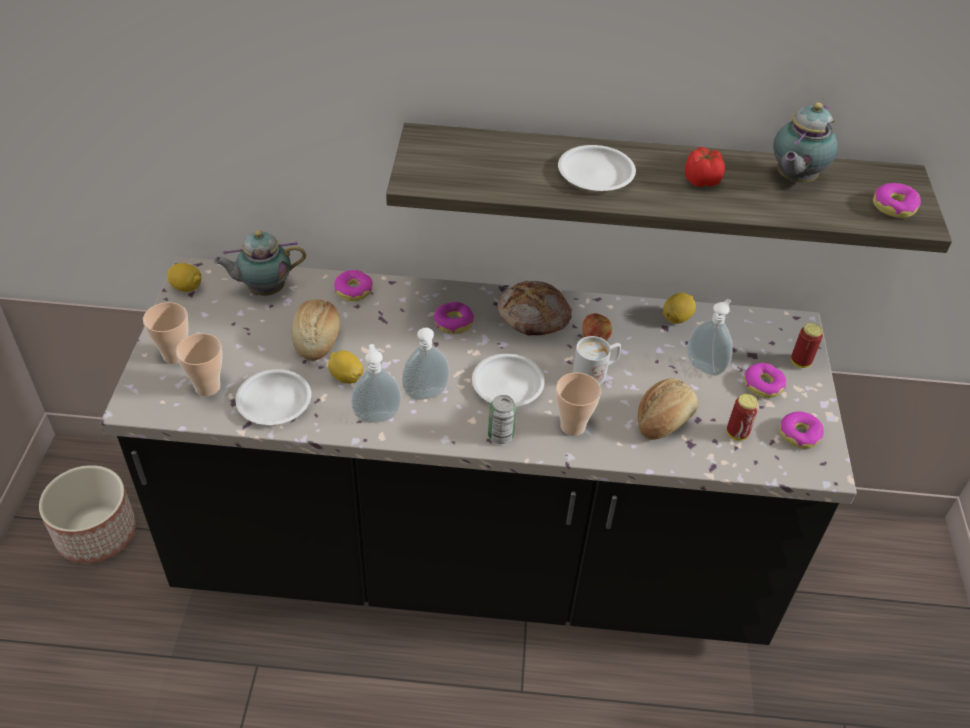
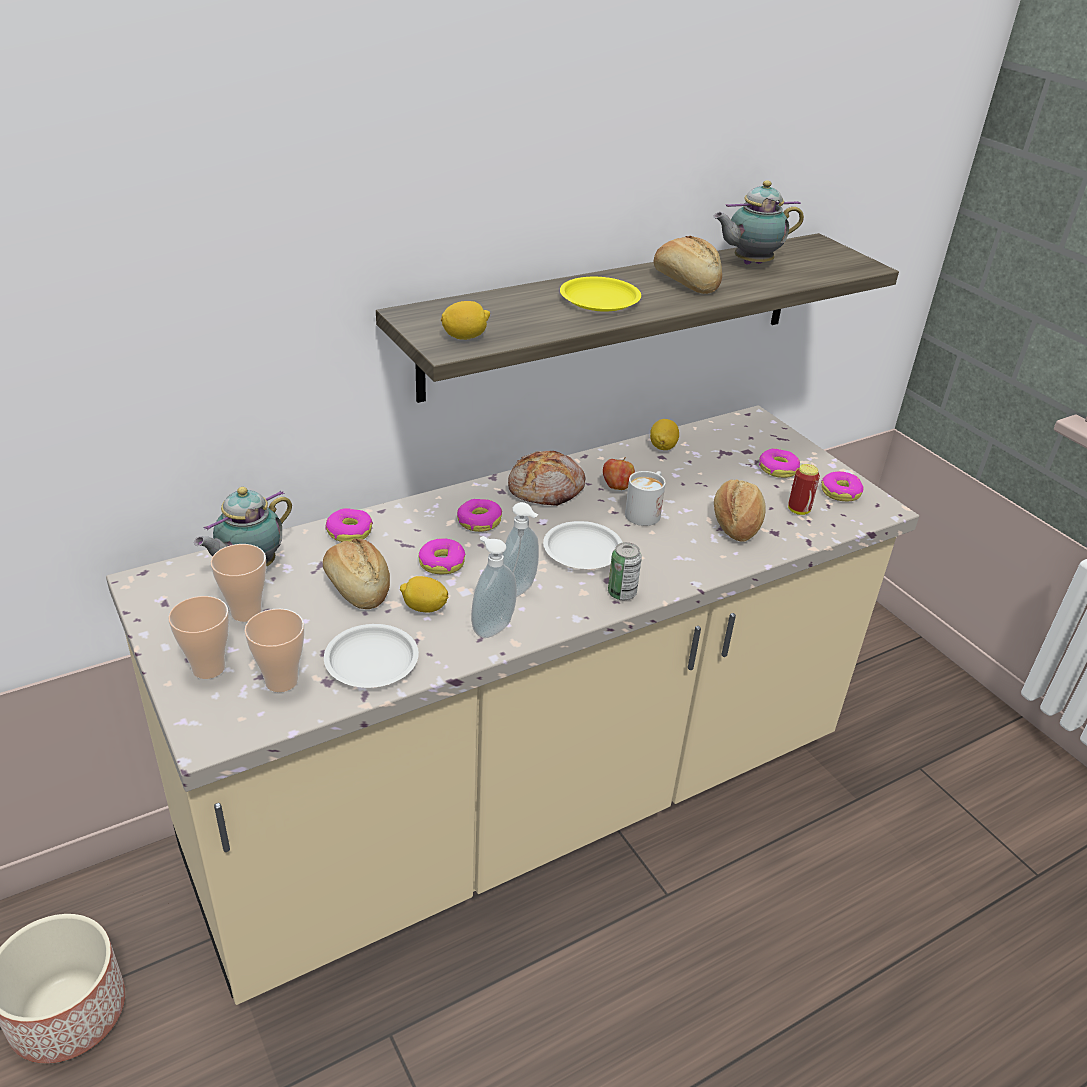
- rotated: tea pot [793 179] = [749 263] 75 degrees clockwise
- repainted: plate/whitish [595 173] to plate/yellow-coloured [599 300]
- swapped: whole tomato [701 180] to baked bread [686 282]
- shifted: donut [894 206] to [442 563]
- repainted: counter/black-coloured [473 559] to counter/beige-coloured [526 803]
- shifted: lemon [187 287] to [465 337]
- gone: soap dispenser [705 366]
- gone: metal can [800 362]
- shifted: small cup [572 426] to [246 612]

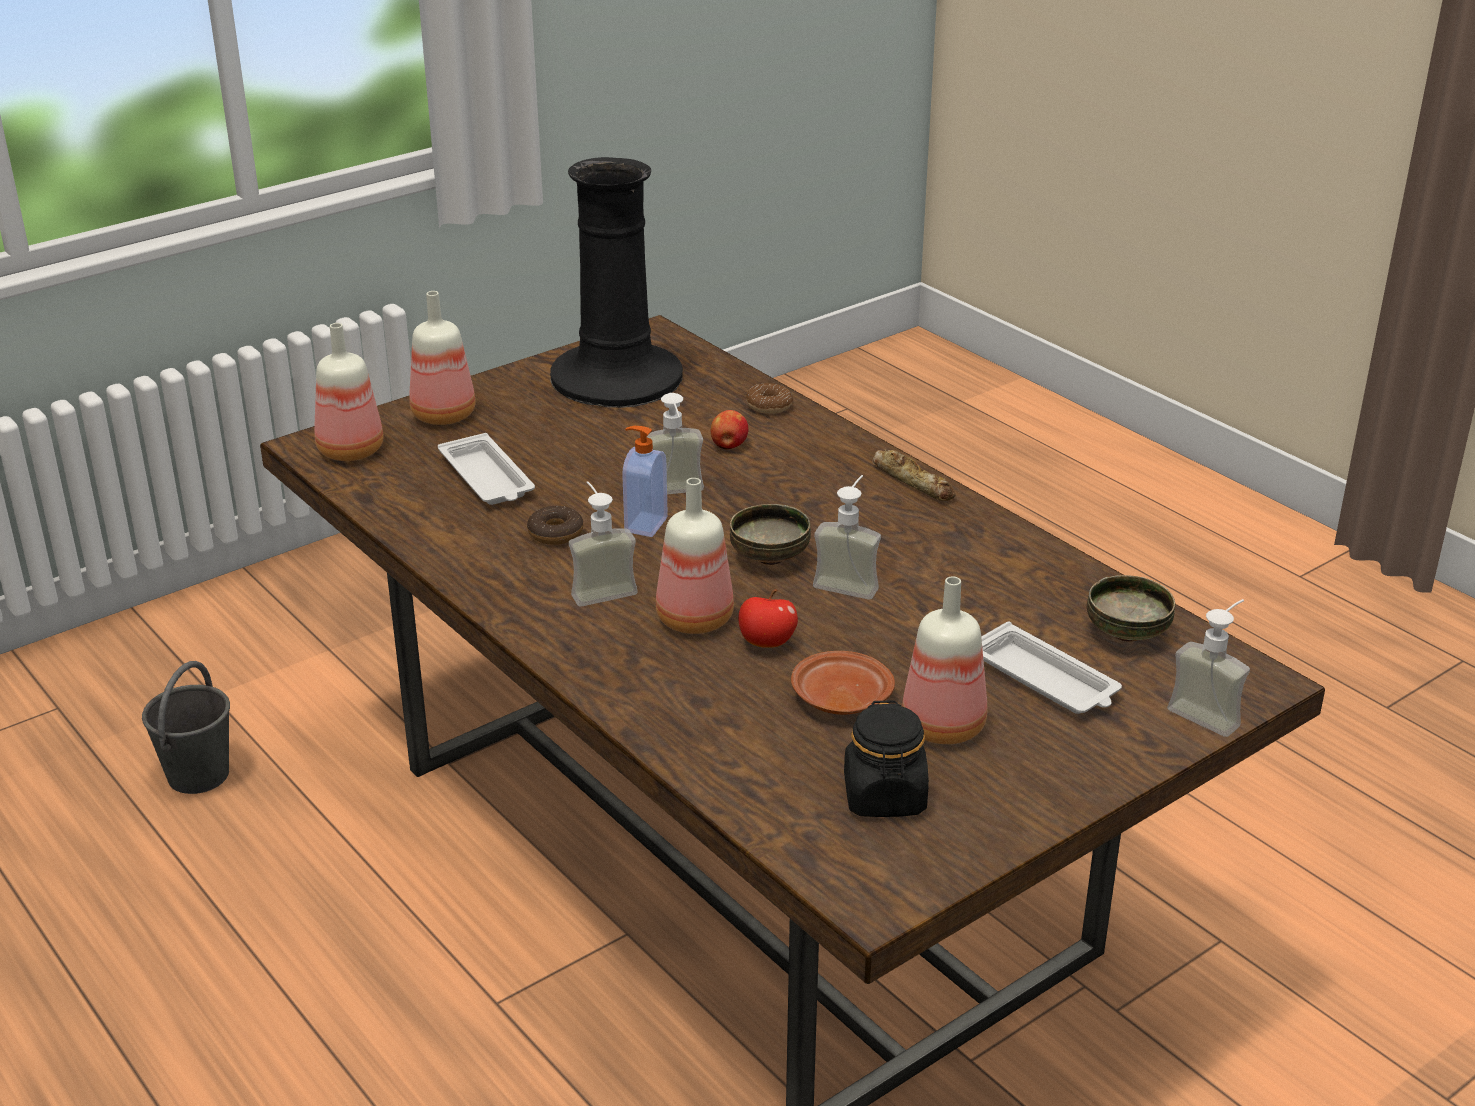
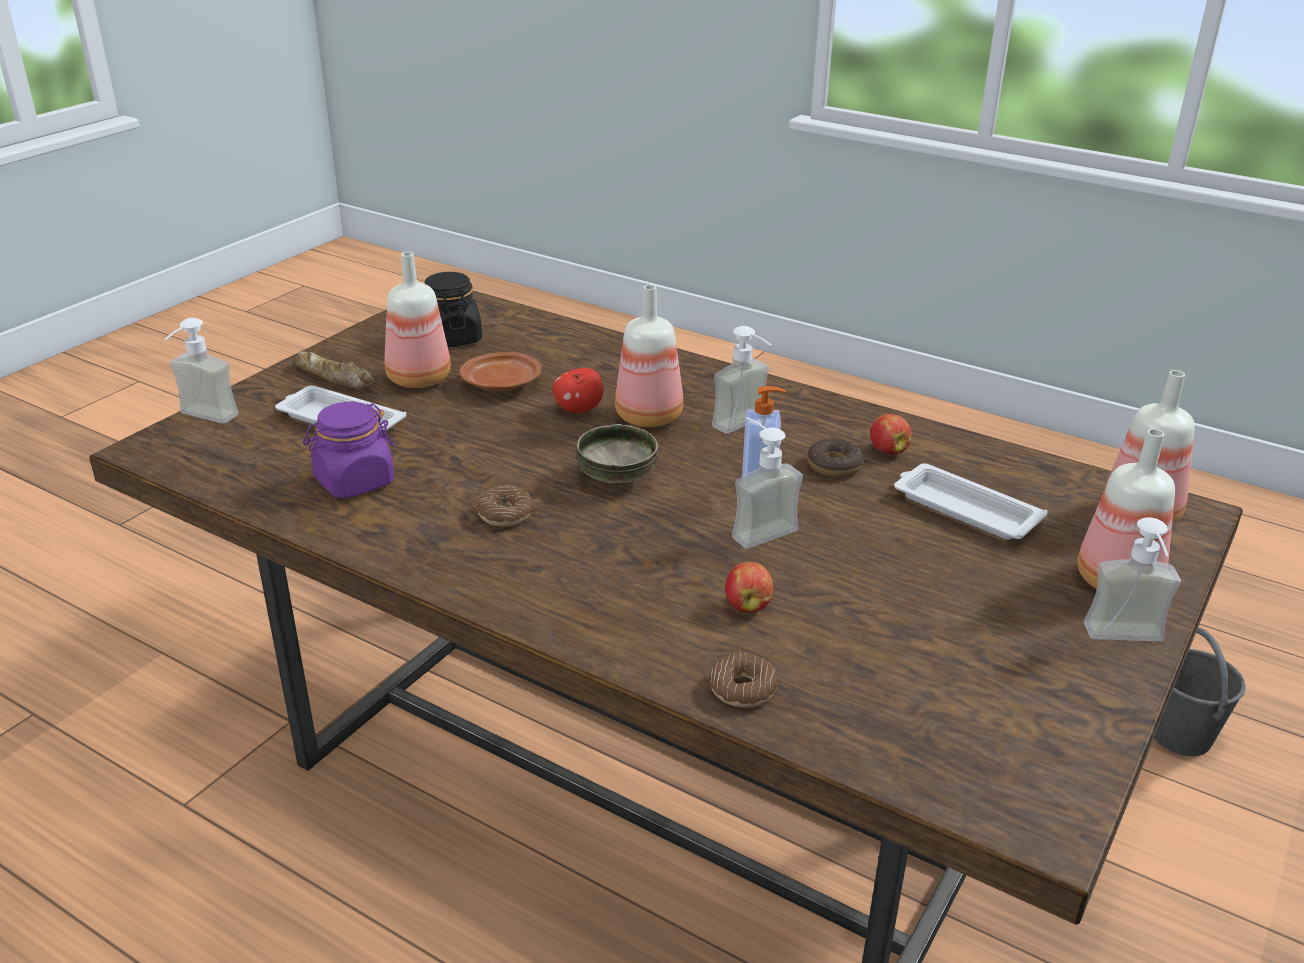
- gone: vase/black-coloured [616 378]
- shifted: baked bread [913 481] to [332 377]
- shifted: soap dispenser [850 581] to [1127 642]
- gone: serving bowl [1125 633]
- new: storage jar/purplish [354 482]
- new: whole apple [887 450]
- new: donut [505 514]

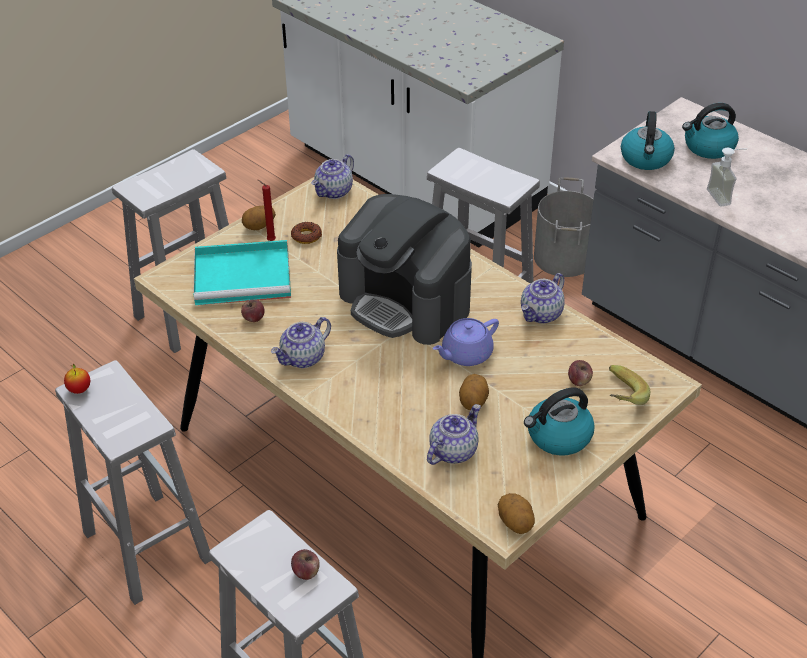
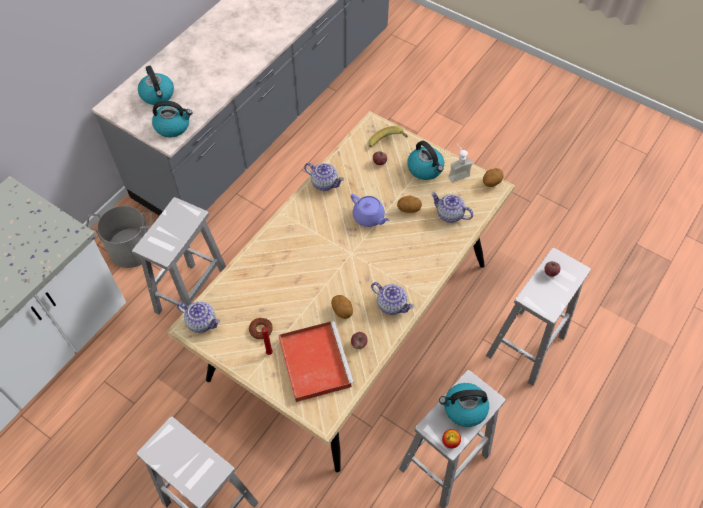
- shifted: soap dispenser [724 196] to [456 173]
- gone: coffee brewer [406 301]
- shifted: potato [259 227] to [342 311]
- repainted: tray/blue-green [245 276] to tray/red-coloured [313 361]
- new: water kettle [464 408]

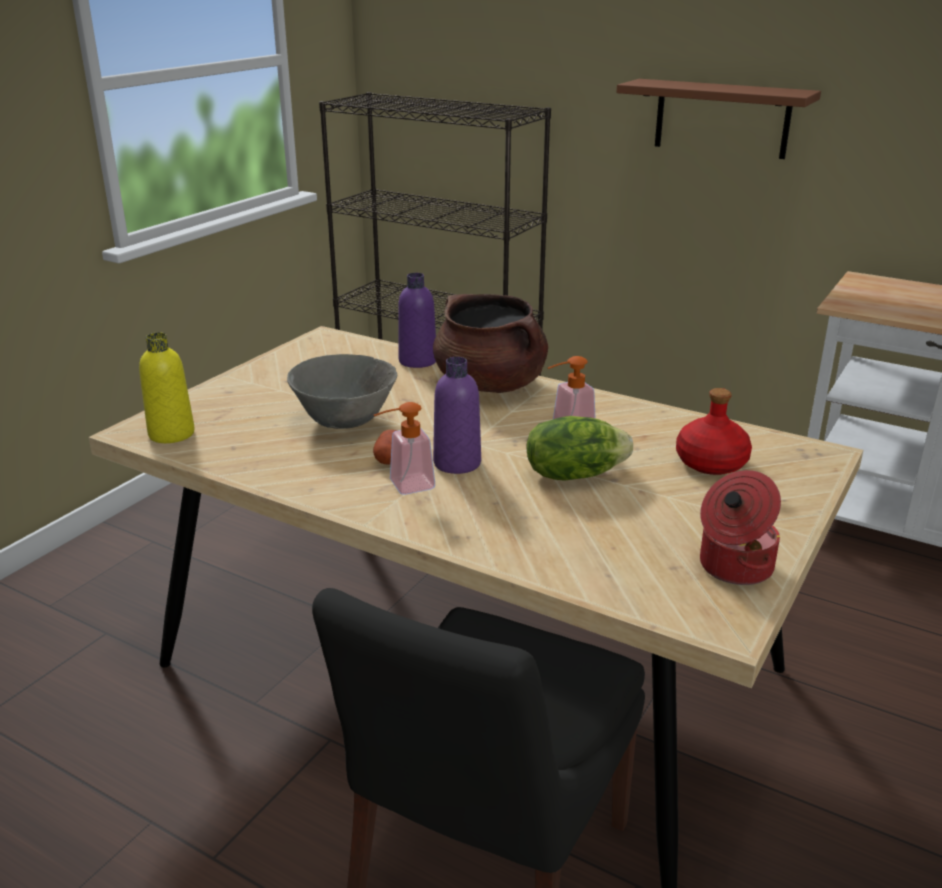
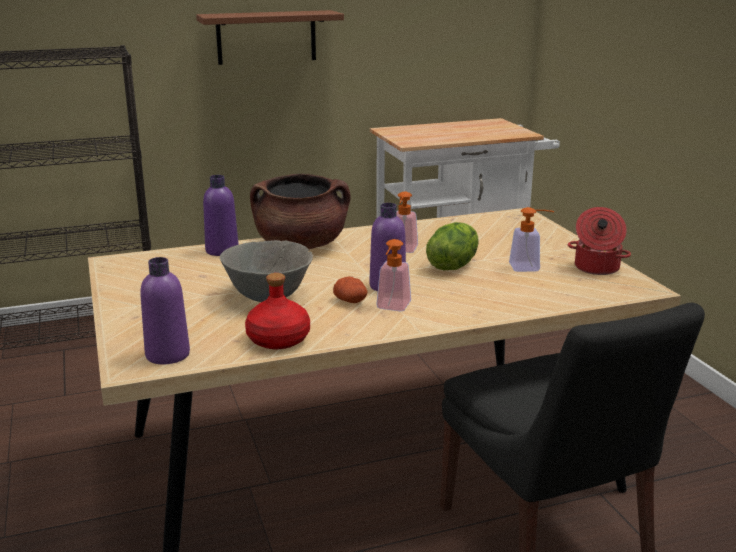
- repainted: beverage bottle/yellow-coloured [171 434] to beverage bottle/purplish [167 355]
- shifted: beverage bottle/red-coloured [710 463] to [277 340]
- new: soap dispenser [530 267]

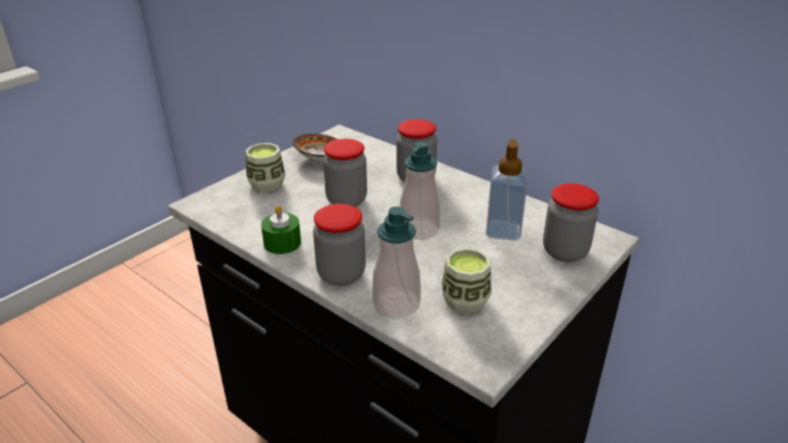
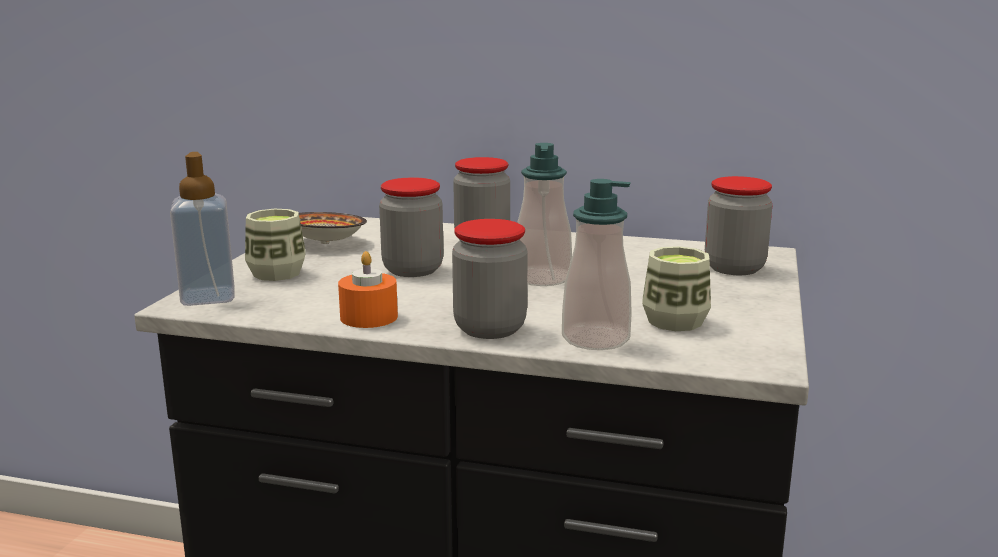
- shifted: soap dispenser [503 231] to [208 297]
- repainted: candle/greenish [282 243] to candle/orange [369 317]

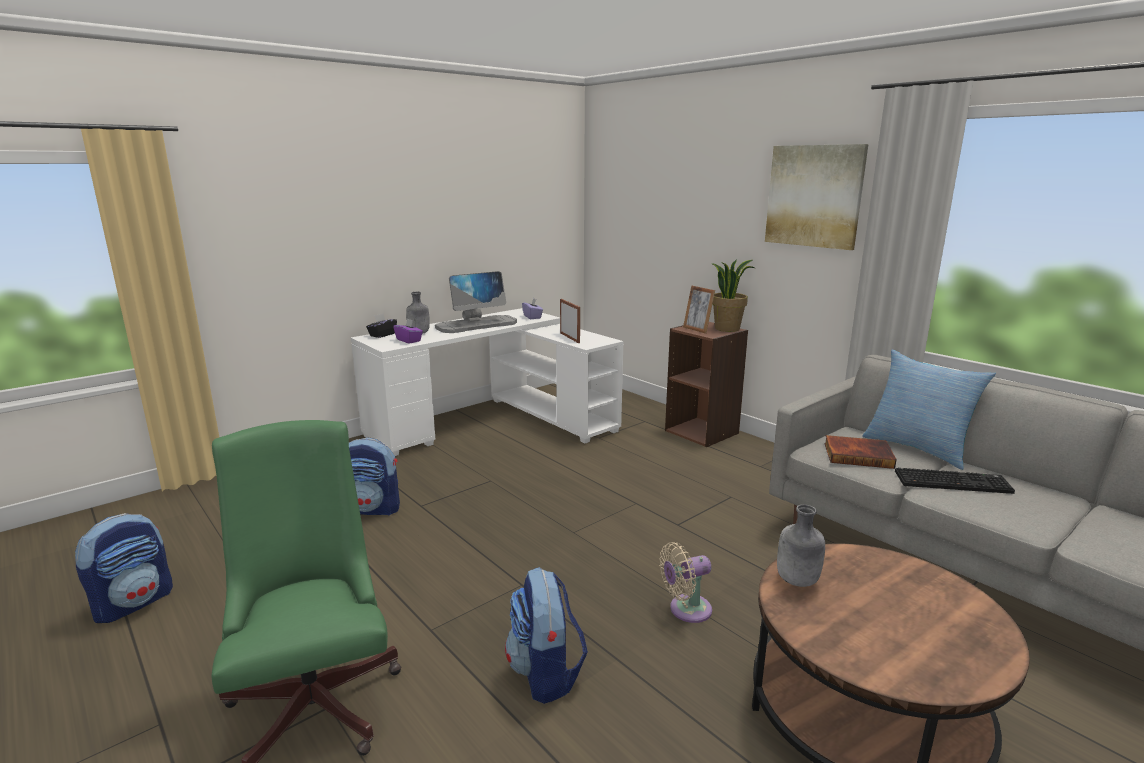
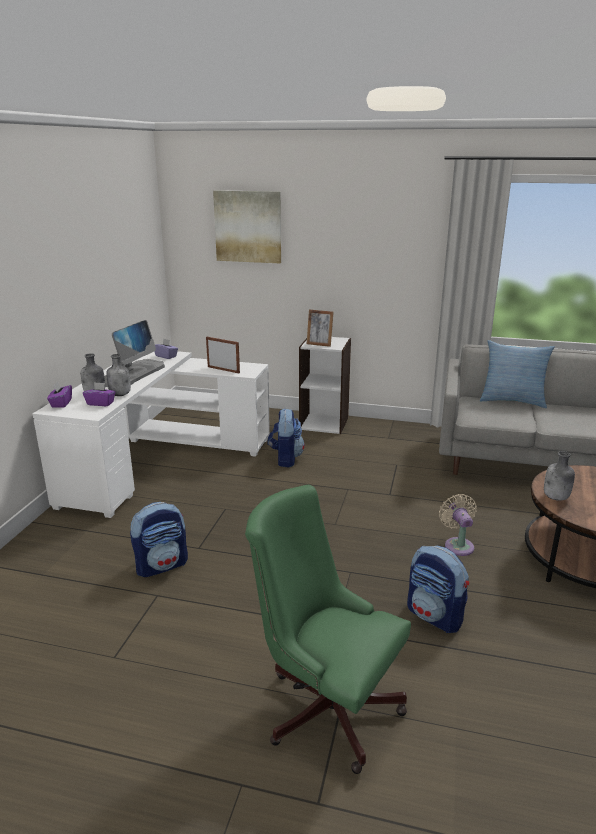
- shifted: picture [814 196] to [248 226]
- gone: plant in a pot [727 328]
- repainted: box of tissues/black-coloured [382 335] to box of tissues/purplish [61 403]
- repainted: shelving unit/brownish [702 432] to shelving unit/whitish [324 423]
- gone: volume [858 455]
- gone: keyboard [952 482]
- shifted: backpack [134 602] to [285 459]
- rotated: cooling fan/beige-coloured [686 610] = [458 545] 135 degrees clockwise
- new: beverage bottle/gray [120 394]

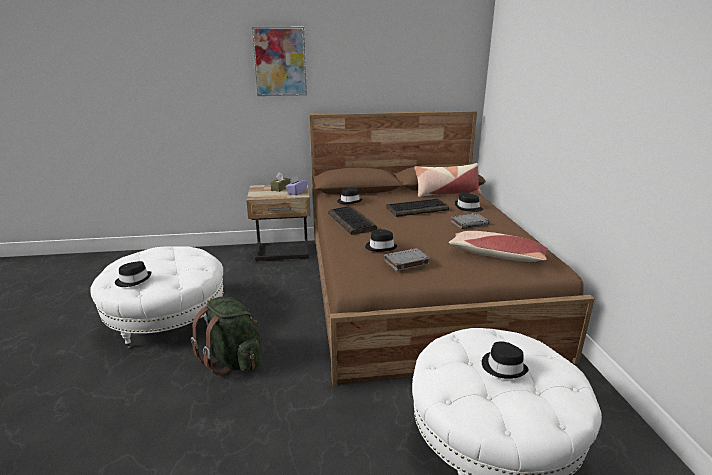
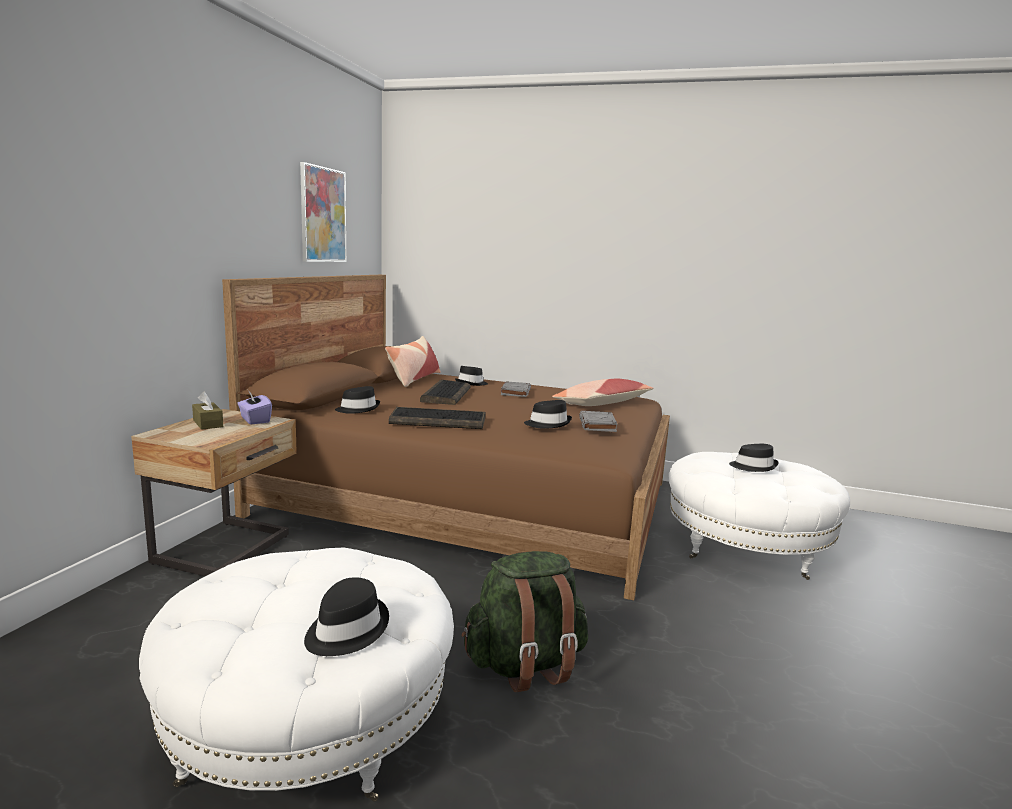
- shifted: picture [280 62] to [323 215]

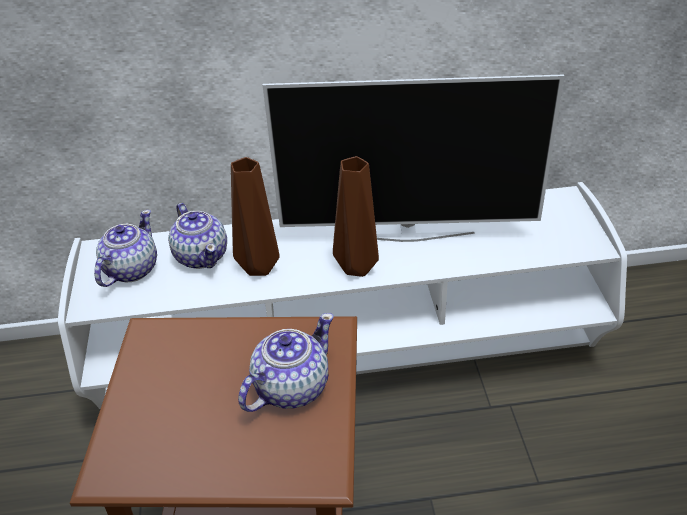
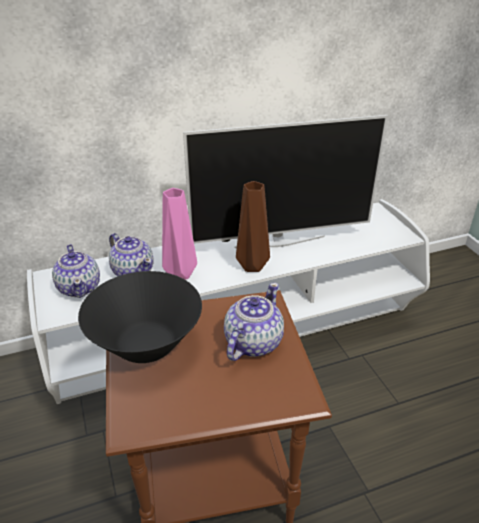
- repainted: vase/brownish [257 268] to vase/pink-coloured [179 275]
- rotated: tea pot [130 270] = [80 287] 150 degrees clockwise
- new: serving bowl/black-coloured [146 344]

